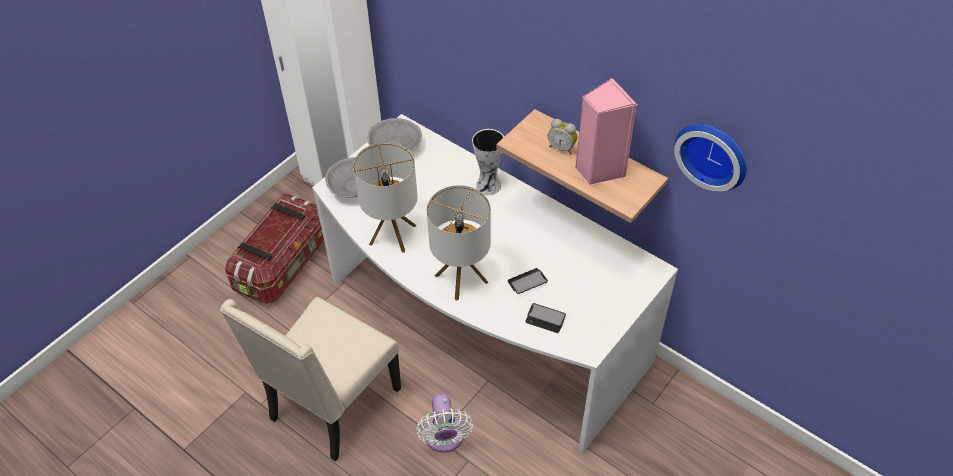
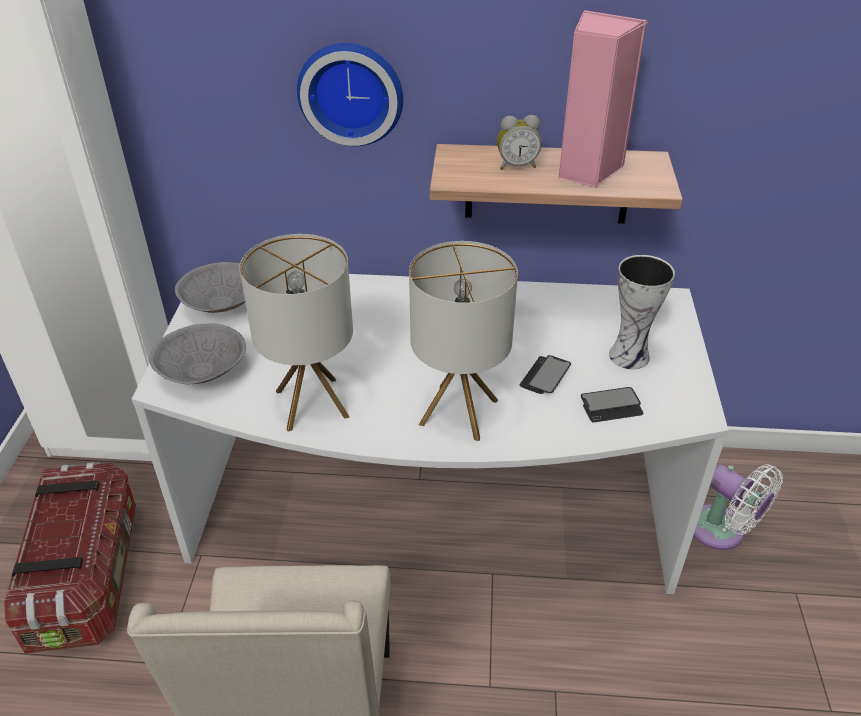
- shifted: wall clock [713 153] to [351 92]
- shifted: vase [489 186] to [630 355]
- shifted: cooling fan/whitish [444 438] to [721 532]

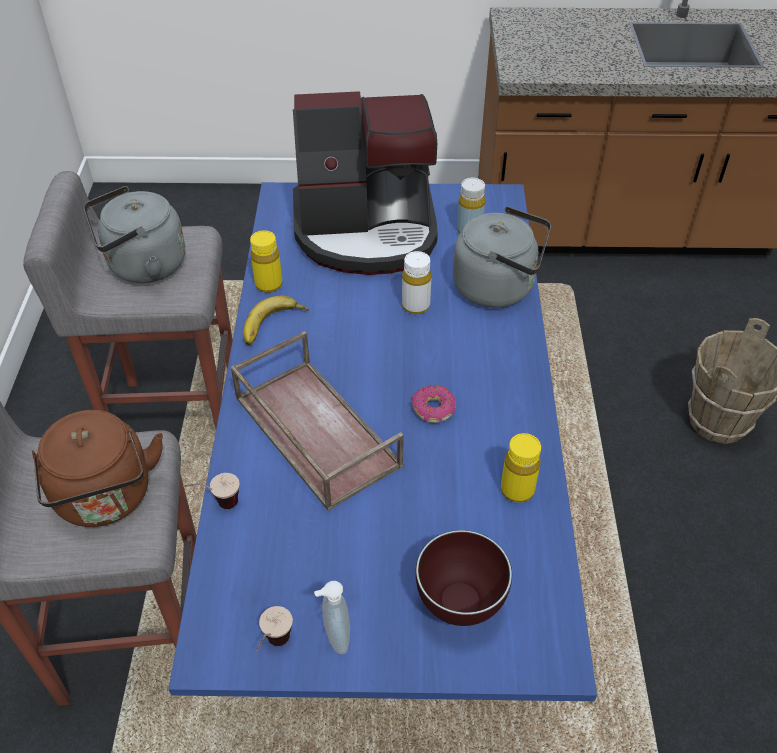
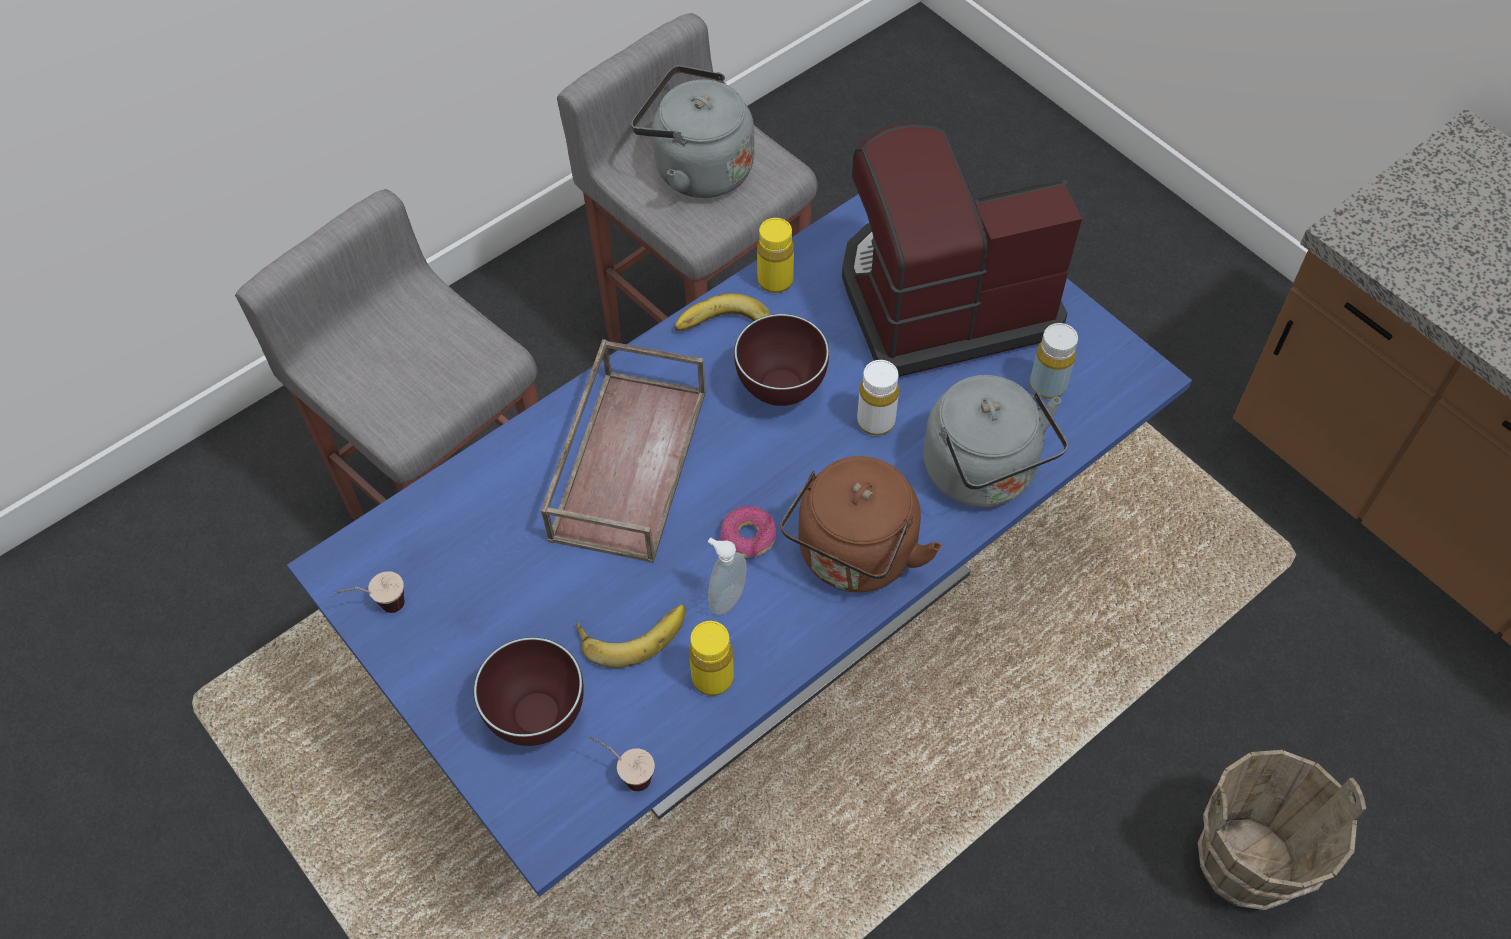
- rotated: coffee brewer [367 231] = [943 298] 120 degrees clockwise
- shifted: water kettle/brownish [106 499] to [854 557]
- shifted: small cup [216 505] to [624 773]
- shifted: soap dispenser [335 637] to [725 597]
- new: serving bowl/brownish [783 391]
- new: banana fruit [632 631]

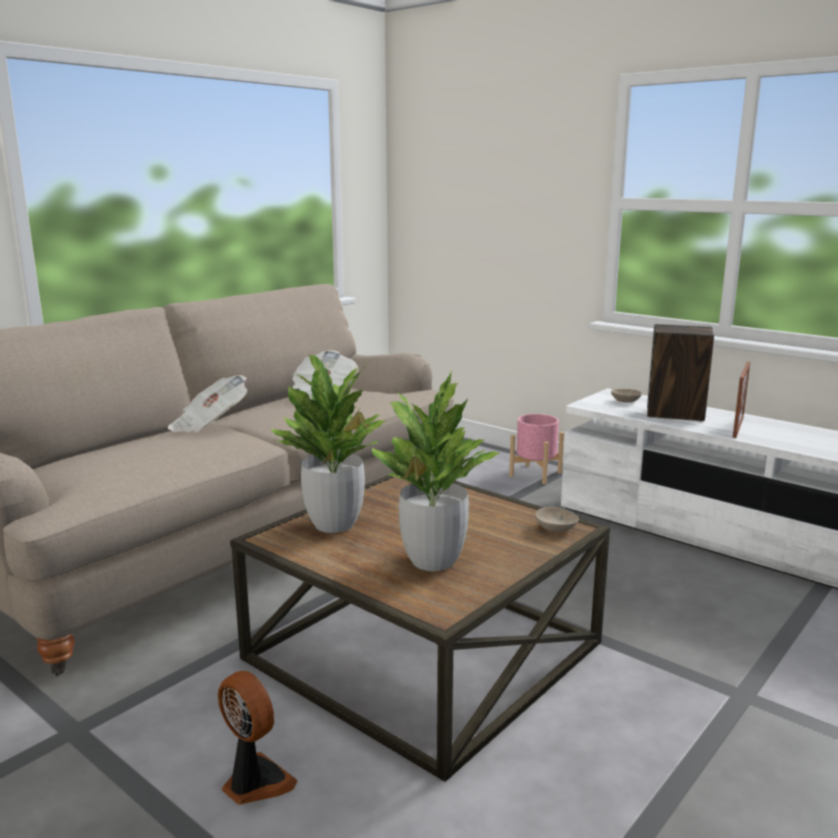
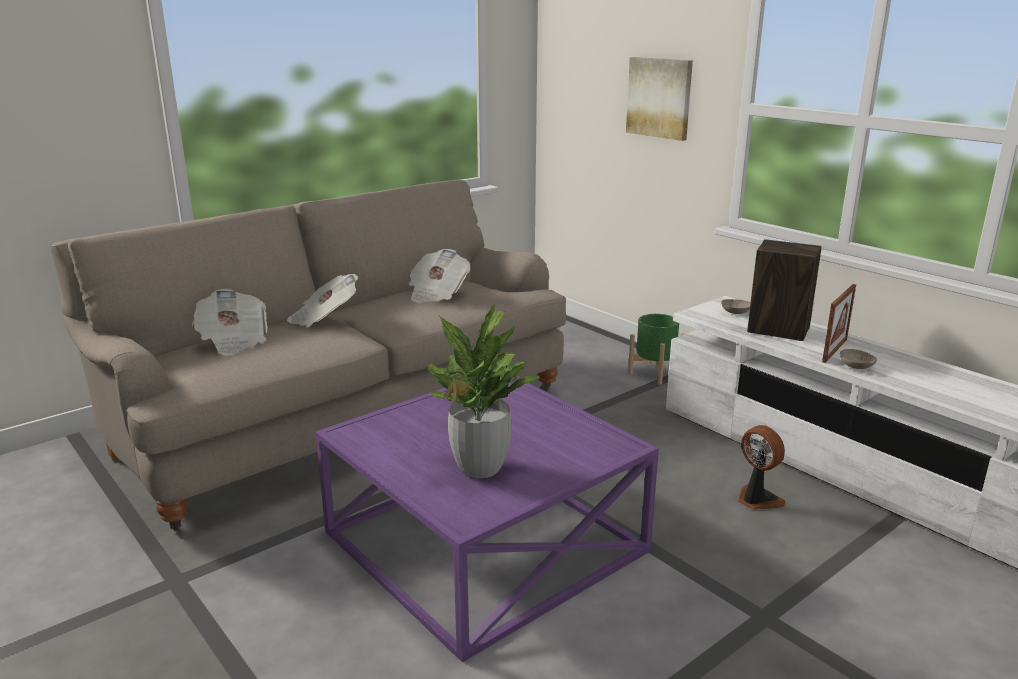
- gone: plant in a pot [335 524]
- repainted: planter/pink-coloured [535 474] to planter/greenish [654 373]
- repainted: lounge table/brownish [422 649] to lounge table/purplish [484 540]
- shifted: serving bowl/beige-coloured [554 528] to [855 366]
- shifted: cooling fan [254 782] to [756 500]
- new: picture [660 97]
- new: newspaper [233 341]

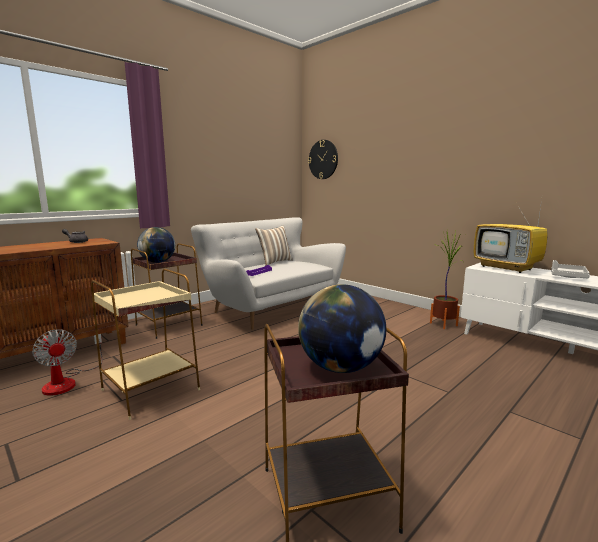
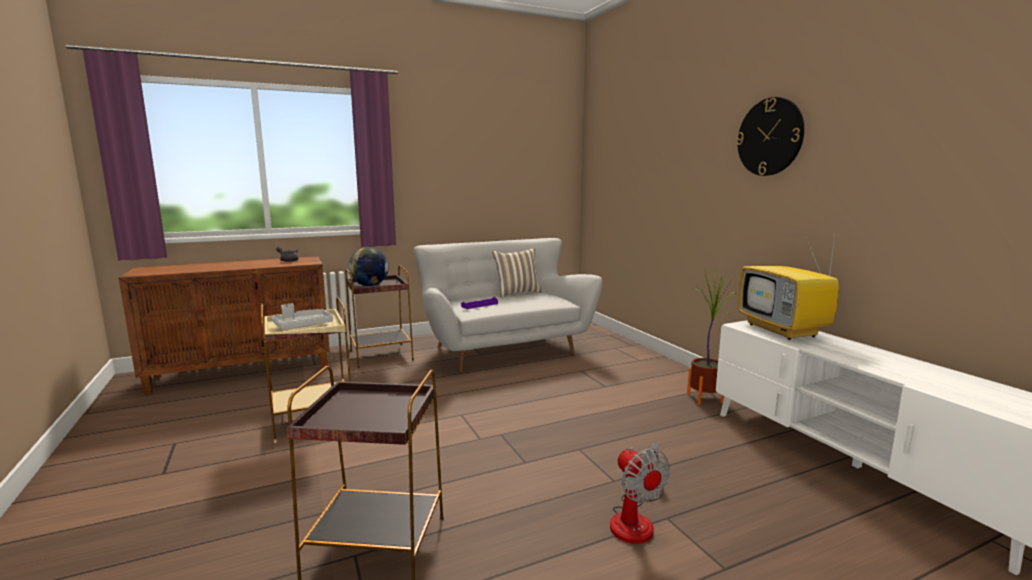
- shifted: wall clock [323 159] to [770 137]
- shifted: tray/gray [568 276] to [302 326]
- gone: desk globe [340 368]
- shifted: cooling fan [67 382] to [636 519]

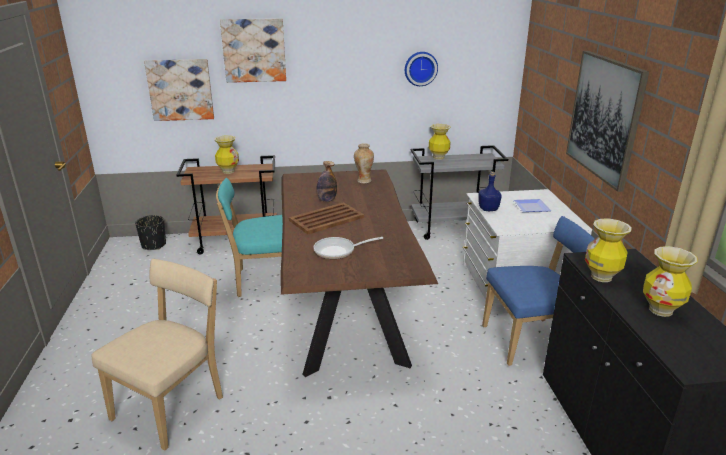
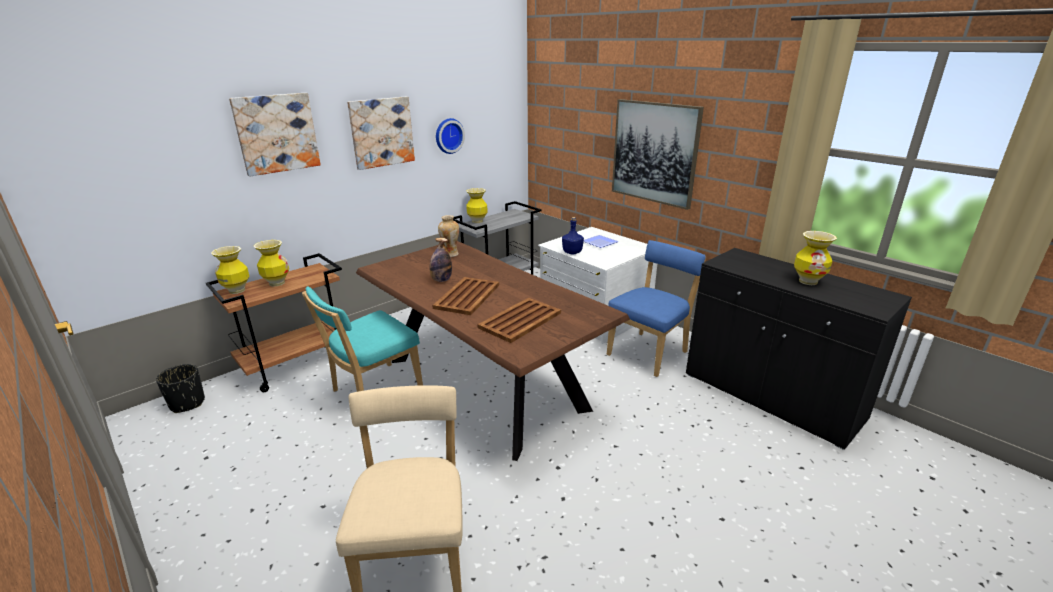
- shifted: picture [180 89] to [381 132]
- shifted: vase [601 277] to [237 290]
- swapped: frying pan [338 251] to tray/brownish [521 320]

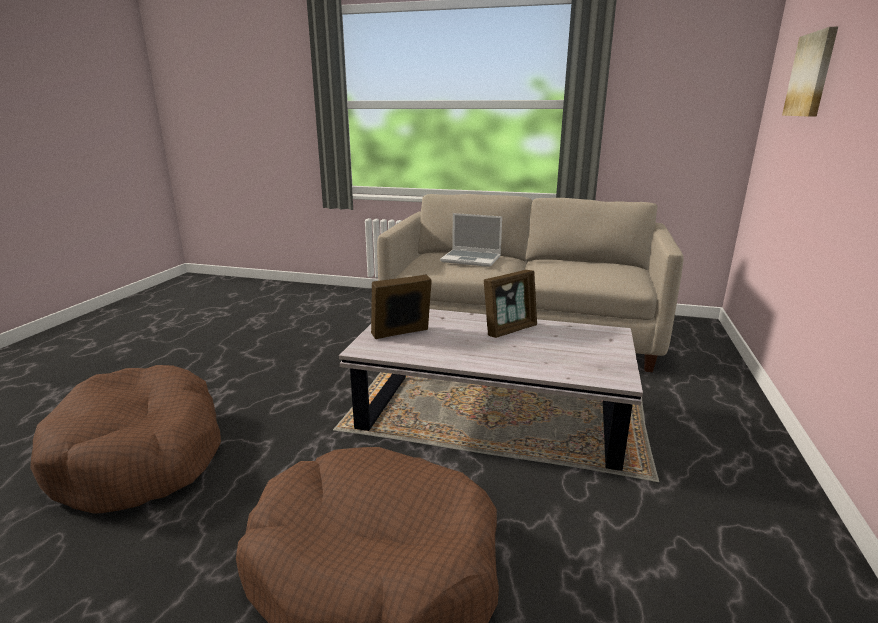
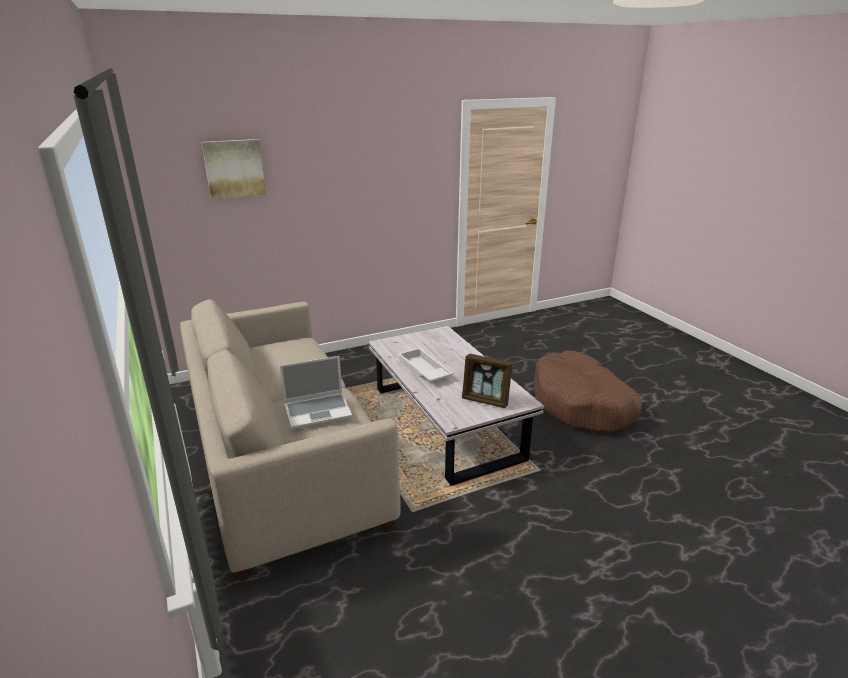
- rotated: laptop [472 259] = [318 411] 90 degrees clockwise
- swapped: standing frame [510 329] to tray/whitish [423 370]
- gone: dog cushion/brownish [140 455]

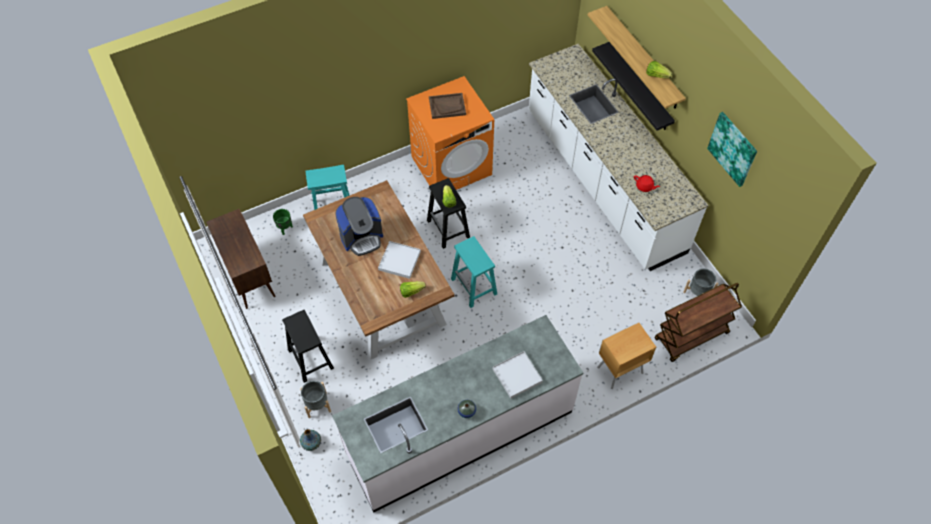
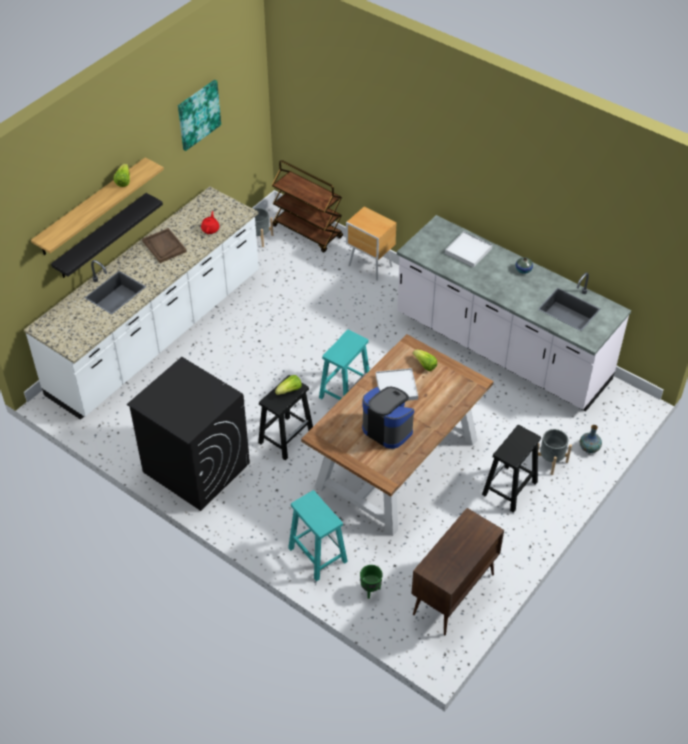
- repainted: washing machine/orange [452 165] to washing machine/black-coloured [195 467]
- shifted: tray/brownish [447 106] to [164 246]

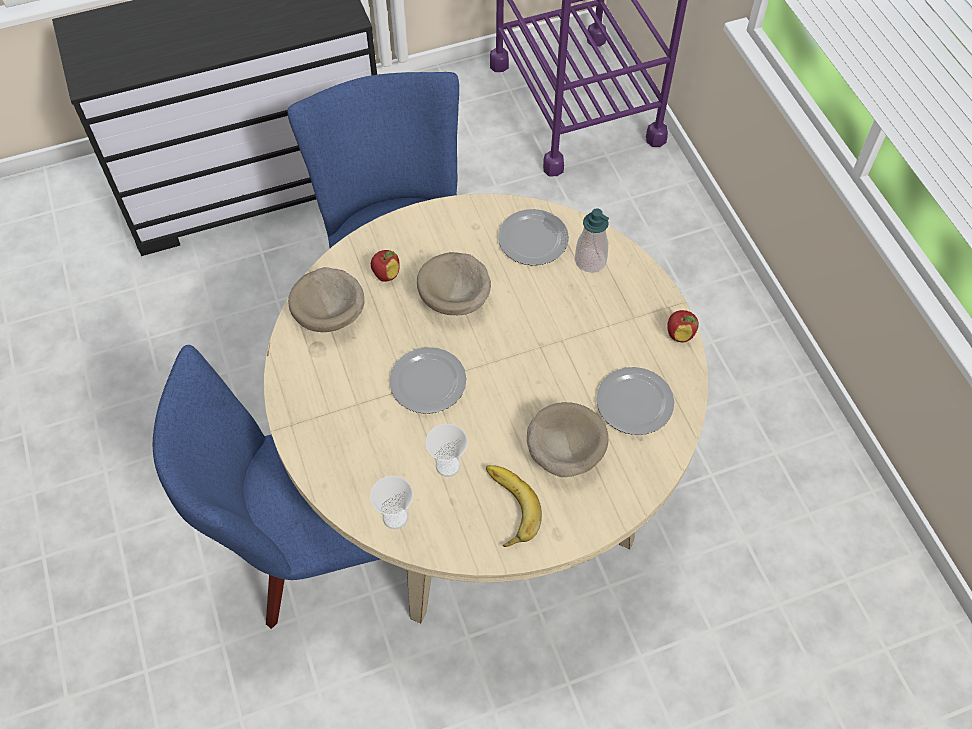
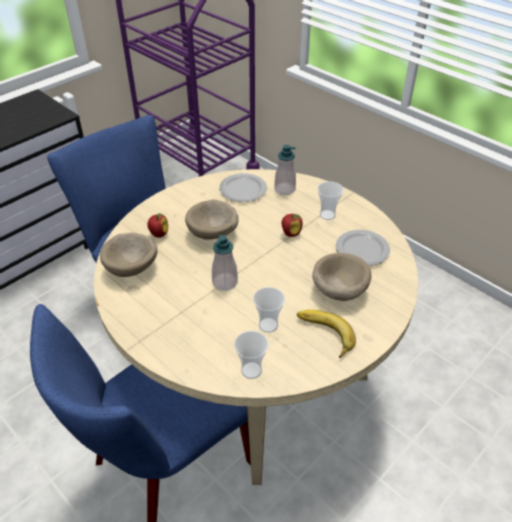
- shifted: whole apple [679 335] to [291 233]
- swapped: plate [429 382] to soap dispenser [225 282]
- new: small cup [327 215]

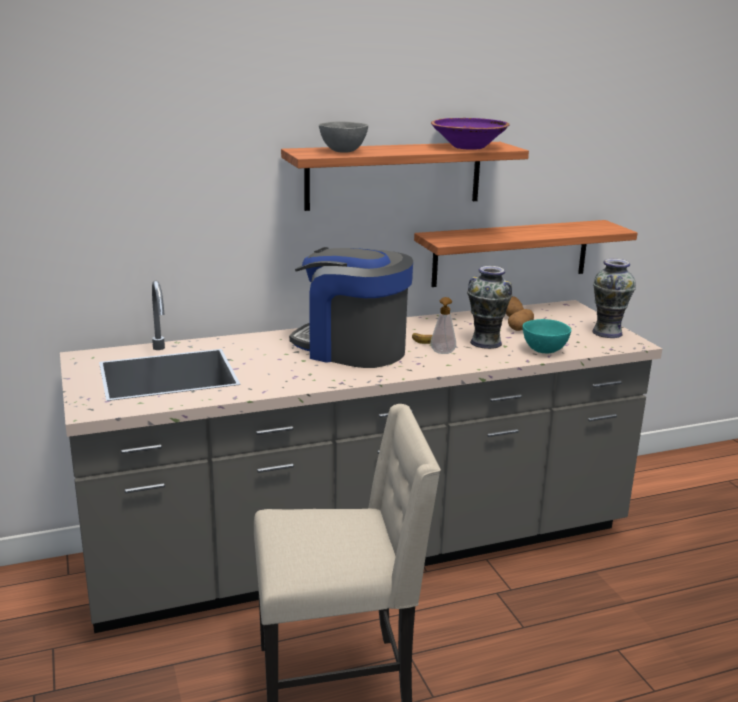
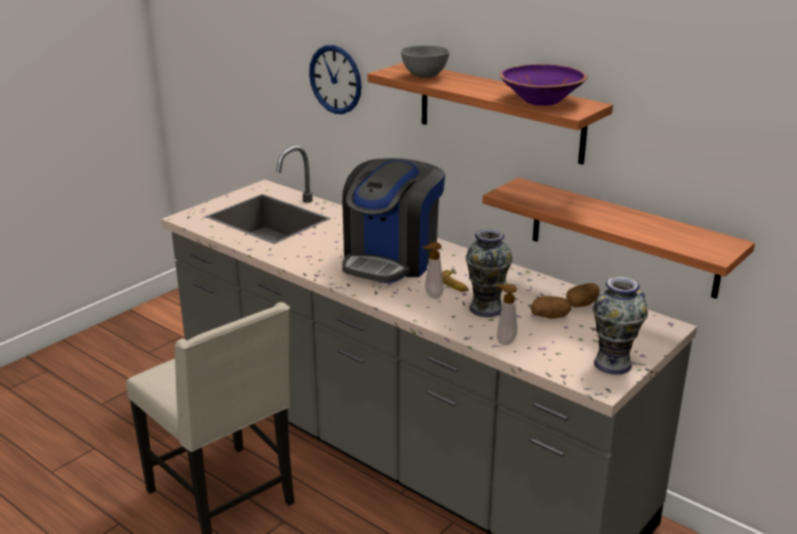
- rotated: coffee brewer [352 349] = [391 259] 150 degrees counterclockwise
- swapped: serving bowl/blue-green [545 351] to soap dispenser [504 341]
- new: wall clock [335 79]

